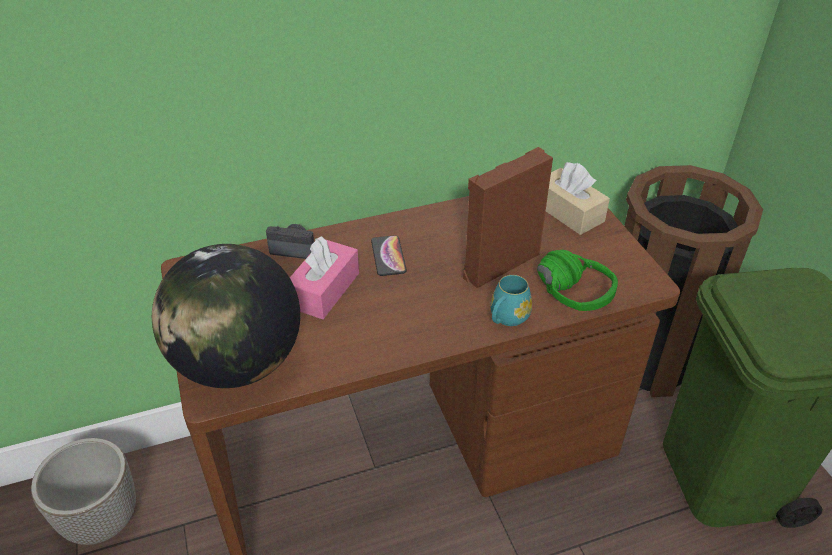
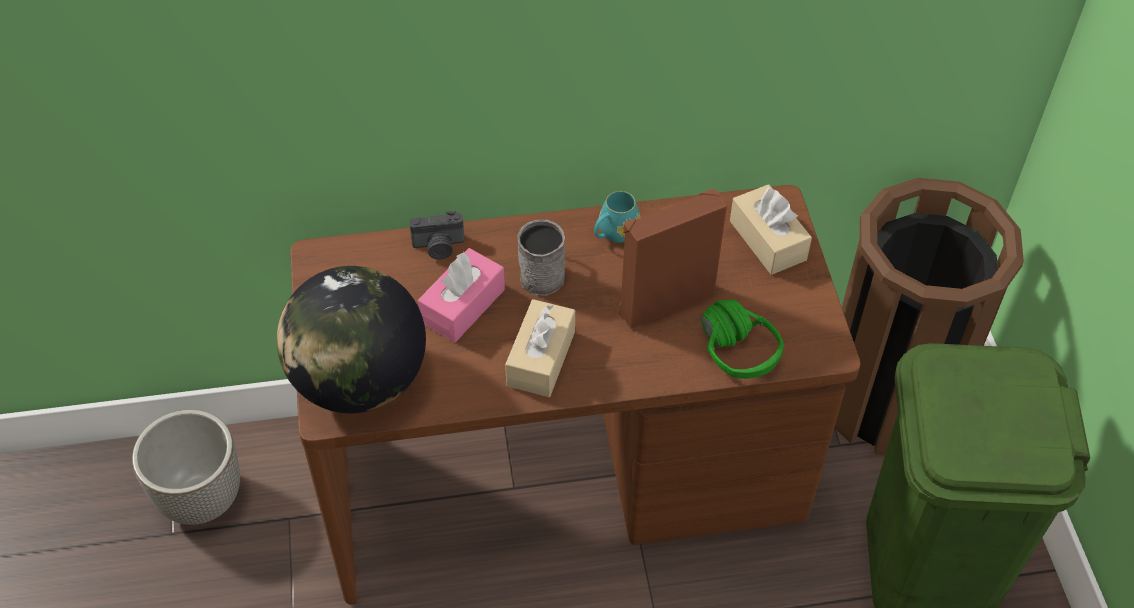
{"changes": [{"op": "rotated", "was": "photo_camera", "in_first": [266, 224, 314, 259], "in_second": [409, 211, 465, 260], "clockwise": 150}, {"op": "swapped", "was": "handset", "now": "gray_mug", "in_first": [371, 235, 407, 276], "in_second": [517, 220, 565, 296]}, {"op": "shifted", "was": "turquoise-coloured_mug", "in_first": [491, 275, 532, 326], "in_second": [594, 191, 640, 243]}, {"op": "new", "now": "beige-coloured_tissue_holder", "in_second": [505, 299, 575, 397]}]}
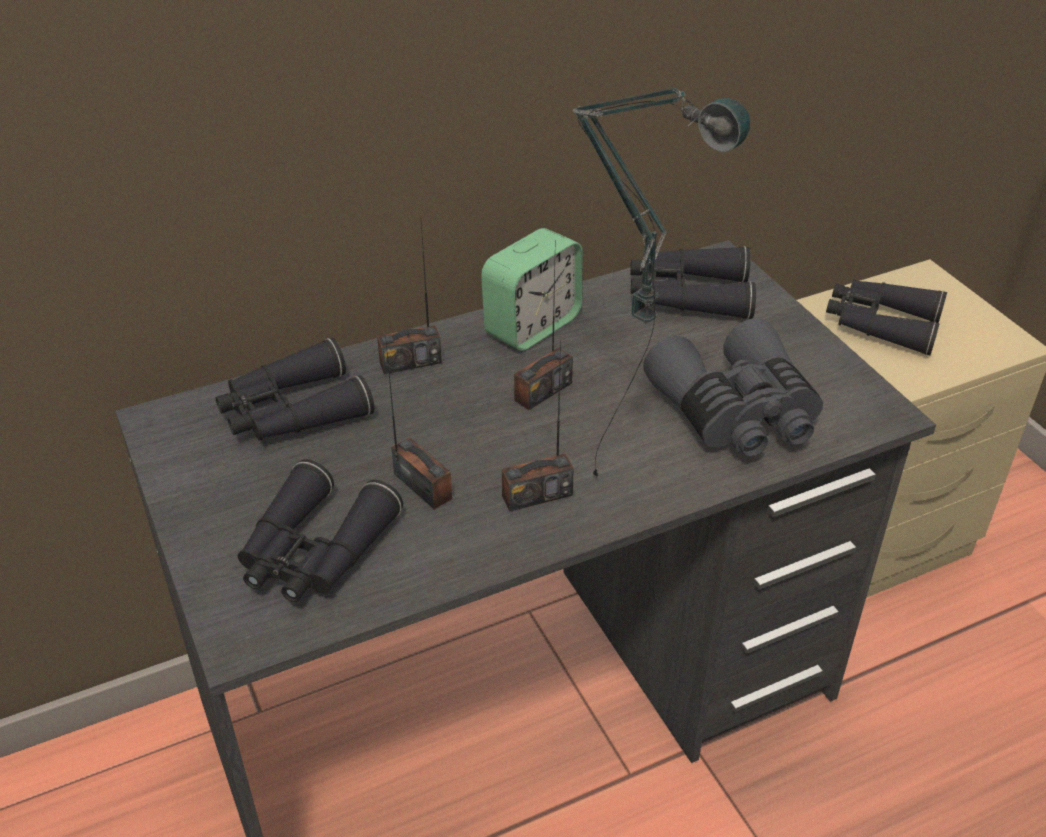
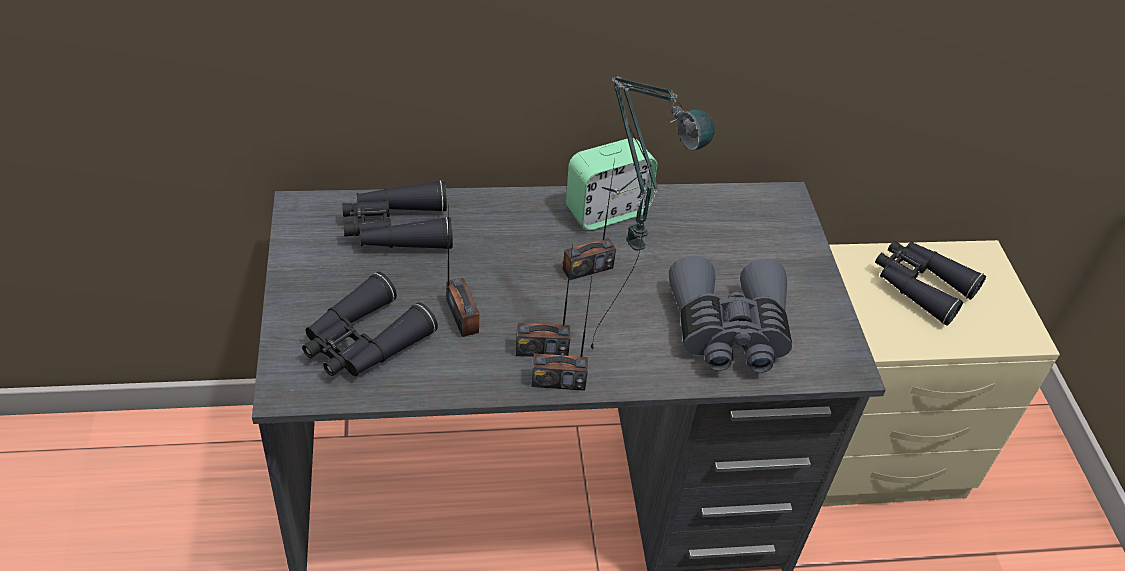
{"changes": [{"op": "shifted", "was": "radio", "in_first": [377, 221, 442, 374], "in_second": [531, 277, 592, 391]}, {"op": "gone", "was": "blackish_field_glasses", "in_first": [630, 246, 756, 320]}]}
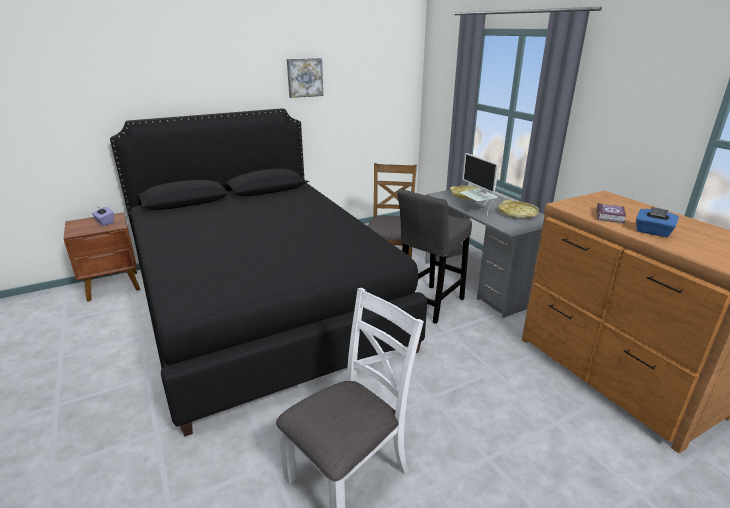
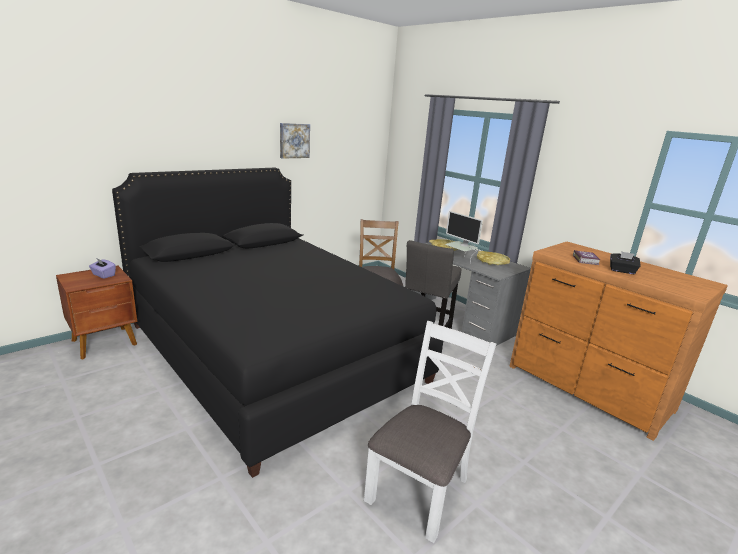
{"changes": [{"op": "repainted", "was": "bluish_tissue_holder", "now": "blackish_tissue_holder", "in_first": [636, 207, 679, 237], "in_second": [610, 252, 641, 274]}]}
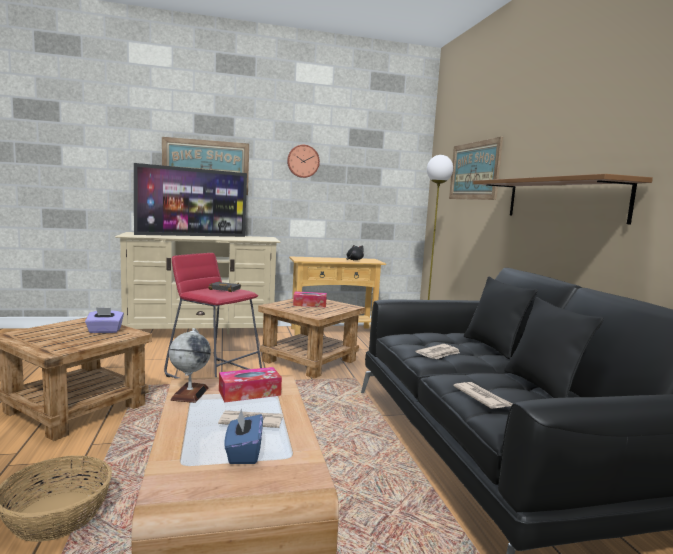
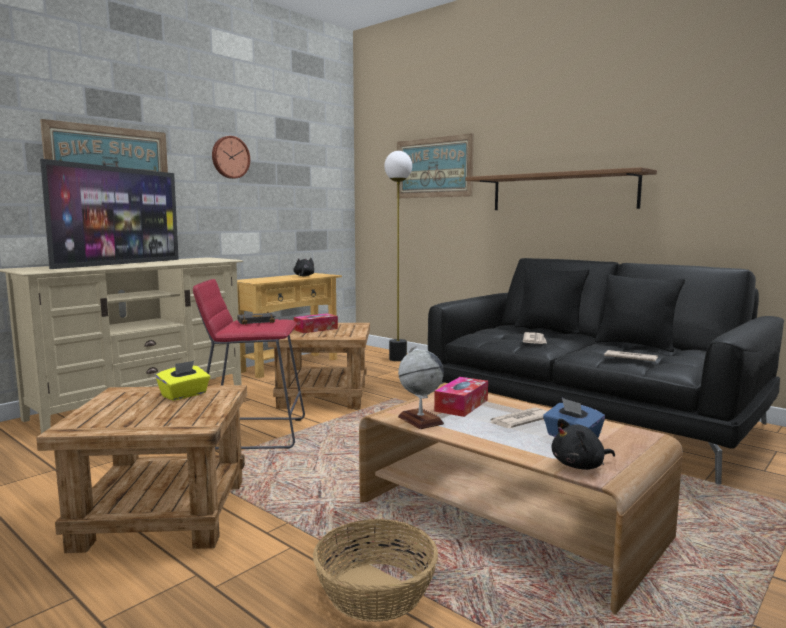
{"changes": [{"op": "repainted", "was": "purple_tissue_holder", "now": "yellow-coloured_tissue_holder", "in_first": [85, 307, 124, 333], "in_second": [156, 361, 210, 401]}, {"op": "new", "now": "blackish_soft_toy", "in_second": [552, 419, 615, 470]}]}
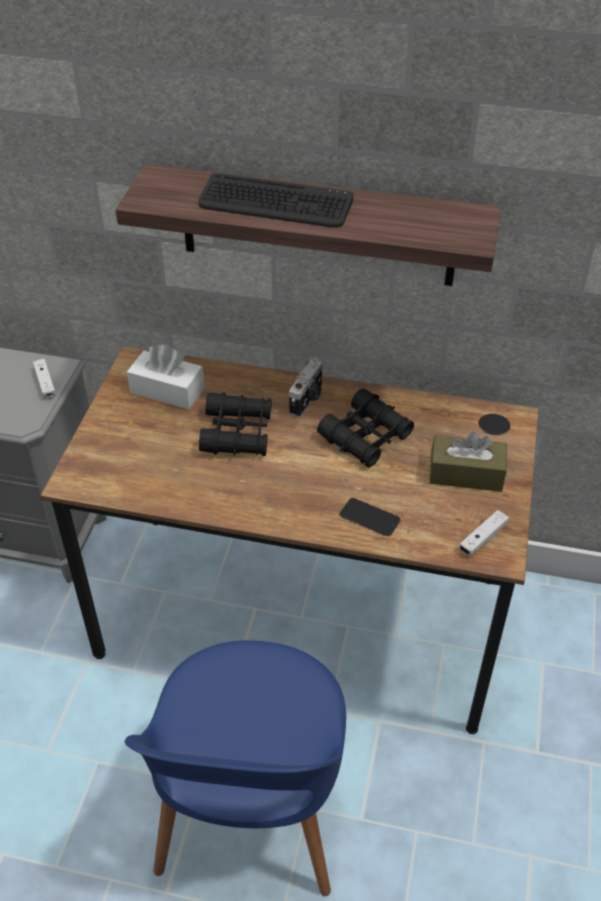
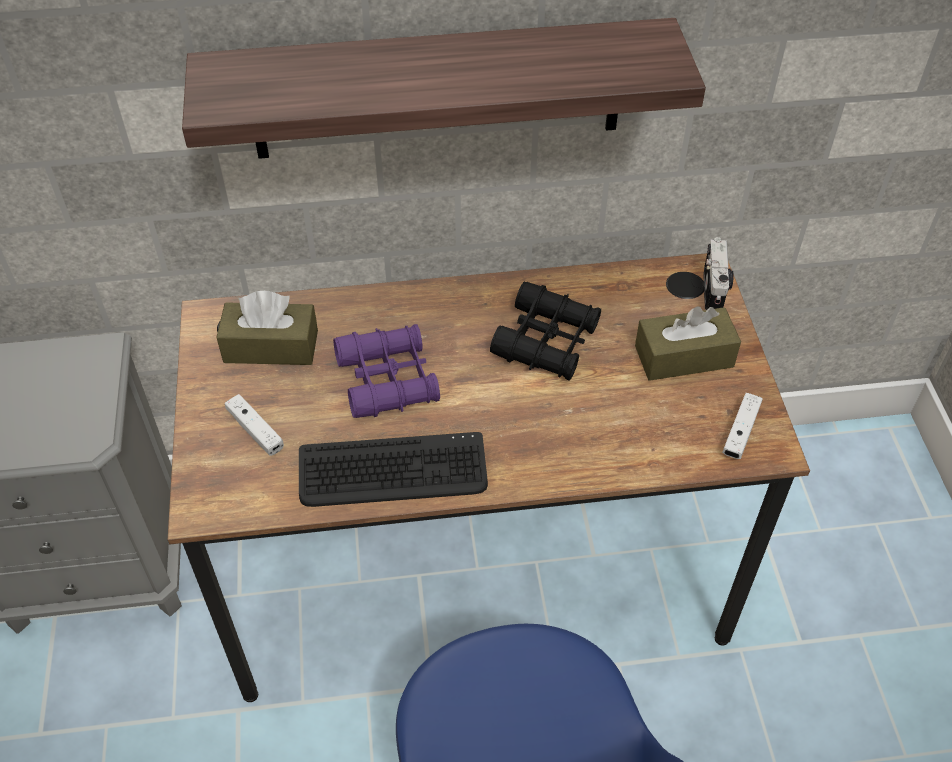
{"changes": [{"op": "shifted", "was": "white-coloured_game_controller", "in_first": [33, 359, 56, 400], "in_second": [225, 394, 284, 456]}, {"op": "repainted", "was": "white-coloured_tissue_holder", "now": "brown_tissue_holder", "in_first": [127, 345, 205, 409], "in_second": [216, 291, 318, 365]}, {"op": "shifted", "was": "keyboard", "in_first": [199, 173, 353, 228], "in_second": [299, 432, 488, 507]}, {"op": "repainted", "was": "blackish_field_glasses", "now": "purple_field_glasses", "in_first": [199, 392, 272, 456], "in_second": [333, 324, 440, 418]}, {"op": "shifted", "was": "photo_camera", "in_first": [289, 358, 322, 418], "in_second": [703, 237, 734, 310]}, {"op": "gone", "was": "handset", "in_first": [340, 498, 401, 536]}]}
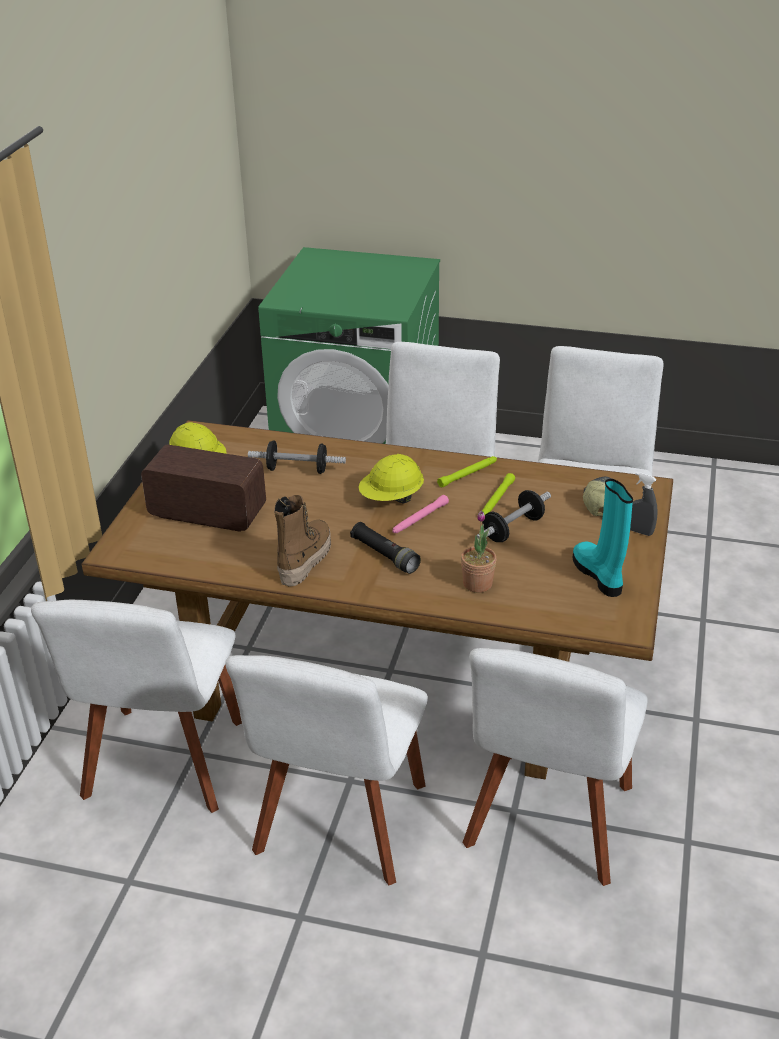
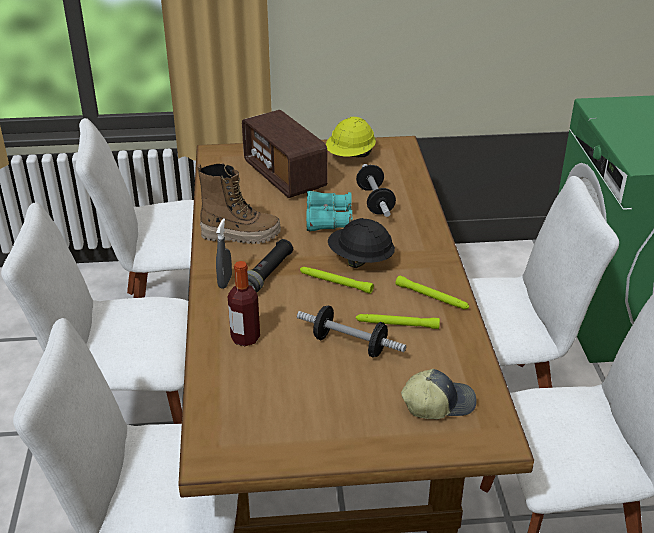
{"changes": [{"op": "rotated", "was": "radio", "in_first": [141, 445, 266, 532], "in_second": [242, 110, 327, 198], "clockwise": 150}, {"op": "repainted", "was": "yellow-coloured_work_helmet", "now": "blackish_work_helmet", "in_first": [358, 454, 424, 504], "in_second": [328, 218, 395, 268]}, {"op": "repainted", "was": "pink-coloured_hand_torch", "now": "green_hand_torch", "in_first": [392, 495, 449, 533], "in_second": [300, 267, 374, 294]}, {"op": "swapped", "was": "potted_plant", "now": "bottle", "in_first": [461, 511, 497, 593], "in_second": [228, 261, 260, 346]}, {"op": "gone", "was": "turquoise-coloured_boot", "in_first": [573, 479, 633, 597]}, {"op": "shifted", "was": "gray_hand_sprayer", "in_first": [630, 472, 658, 536], "in_second": [216, 218, 232, 289]}, {"op": "new", "now": "turquoise-coloured_field_glasses", "in_second": [306, 191, 352, 231]}]}
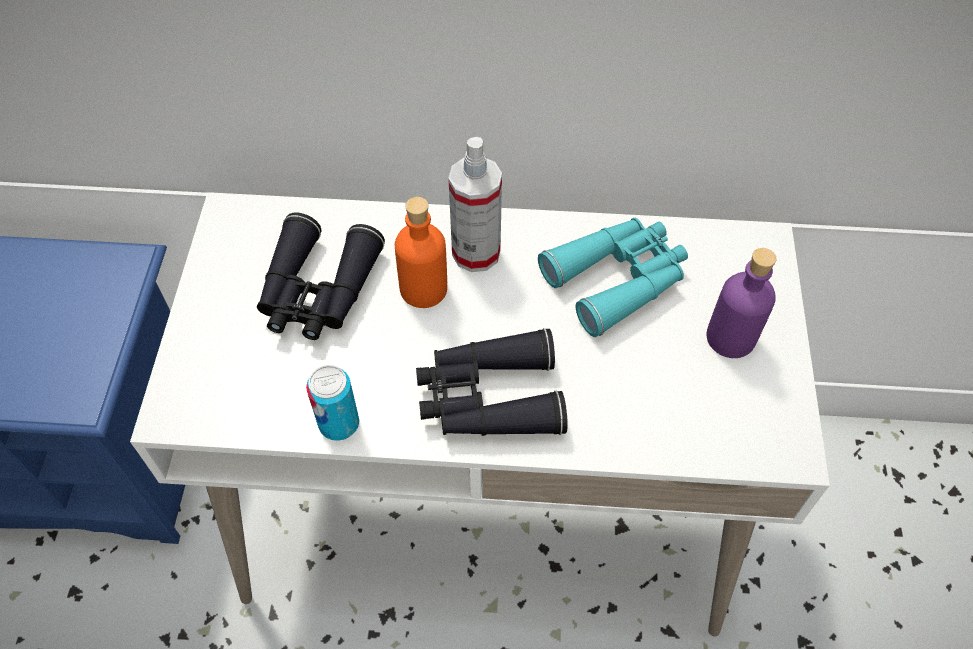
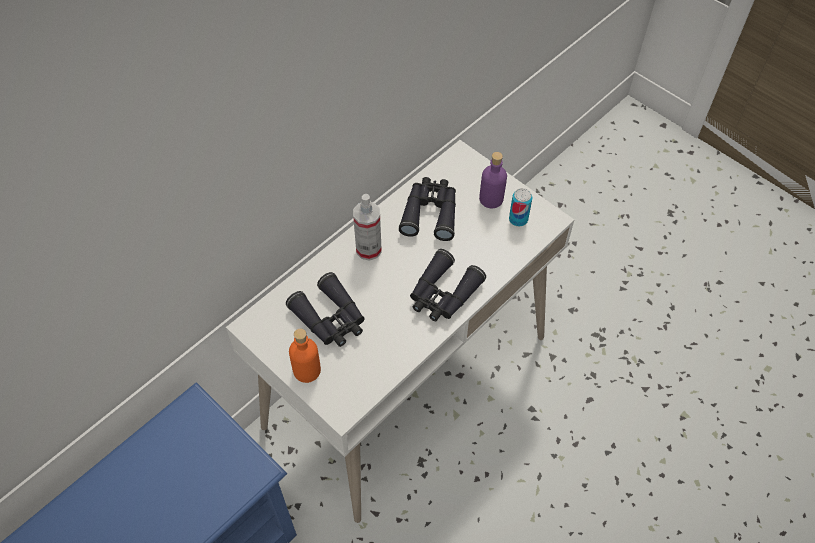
{"changes": [{"op": "shifted", "was": "sealed_can", "in_first": [306, 365, 359, 441], "in_second": [509, 188, 532, 226]}, {"op": "shifted", "was": "orangey_bottle", "in_first": [395, 197, 447, 308], "in_second": [289, 329, 321, 383]}, {"op": "repainted", "was": "turquoise-coloured_field_glasses", "now": "blackish_field_glasses", "in_first": [538, 218, 688, 337], "in_second": [399, 177, 456, 241]}]}
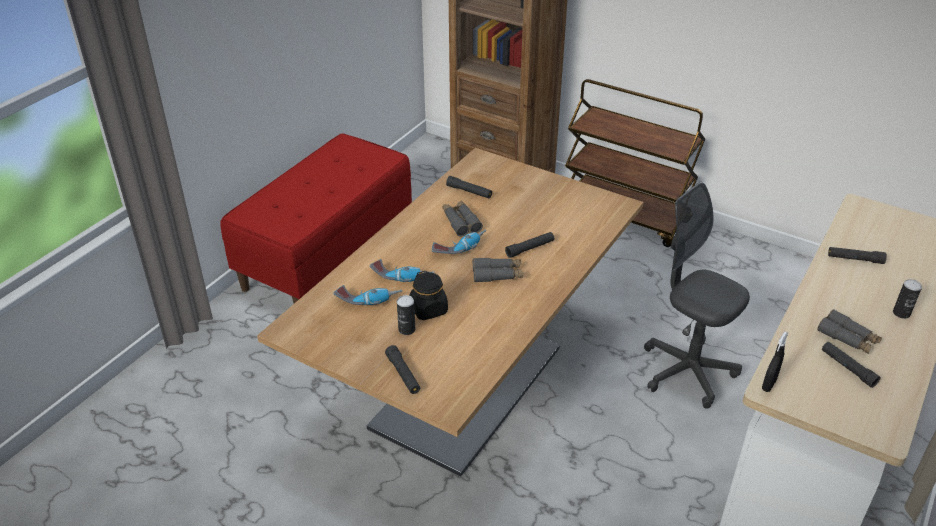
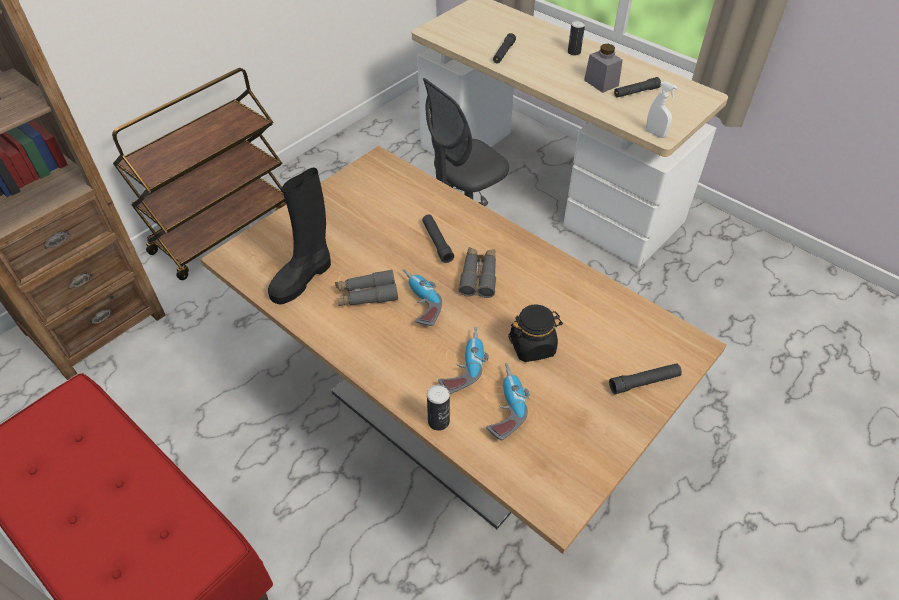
{"changes": [{"op": "shifted", "was": "sealed_can", "in_first": [397, 295, 415, 335], "in_second": [427, 384, 450, 431]}, {"op": "swapped", "was": "blackish_hand_torch", "now": "blackish_boot", "in_first": [446, 176, 492, 198], "in_second": [268, 168, 331, 305]}, {"op": "repainted", "was": "blackish_hand_sprayer", "now": "white-coloured_hand_sprayer", "in_first": [762, 331, 788, 392], "in_second": [646, 81, 678, 138]}, {"op": "swapped", "was": "gray_field_glasses", "now": "gray_jar", "in_first": [817, 309, 882, 354], "in_second": [584, 44, 623, 93]}]}
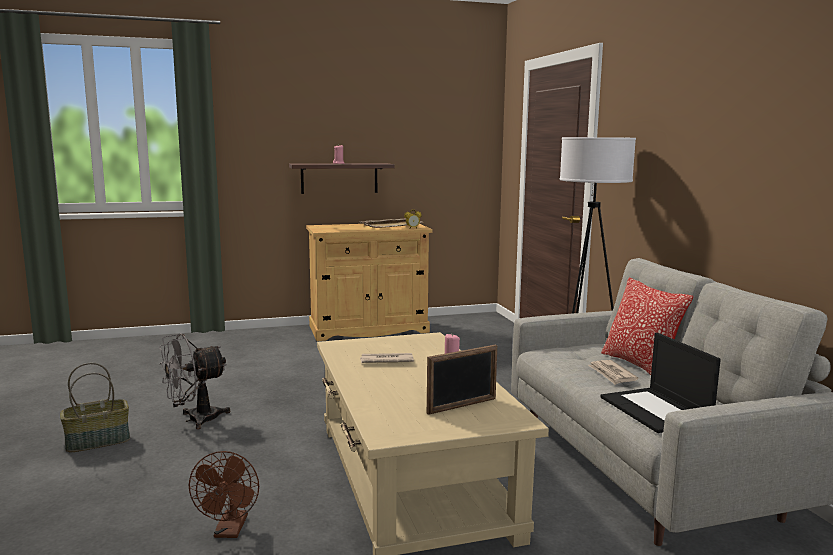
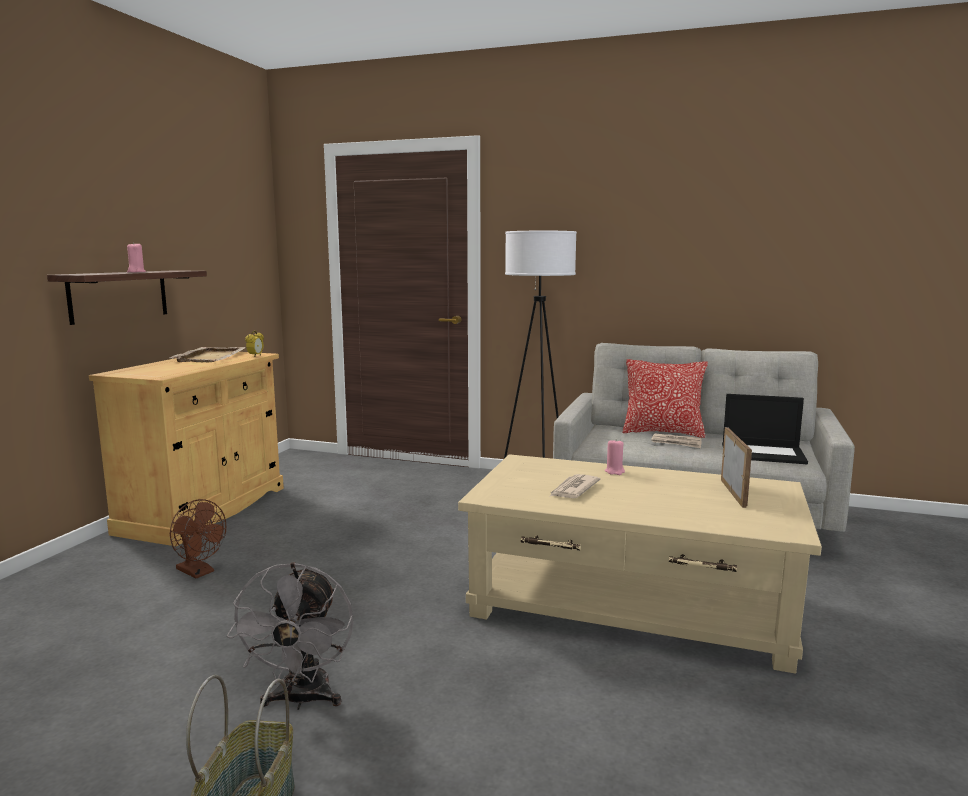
{"changes": [{"op": "shifted", "was": "brown_fan", "in_first": [189, 451, 259, 538], "in_second": [170, 499, 226, 579]}]}
